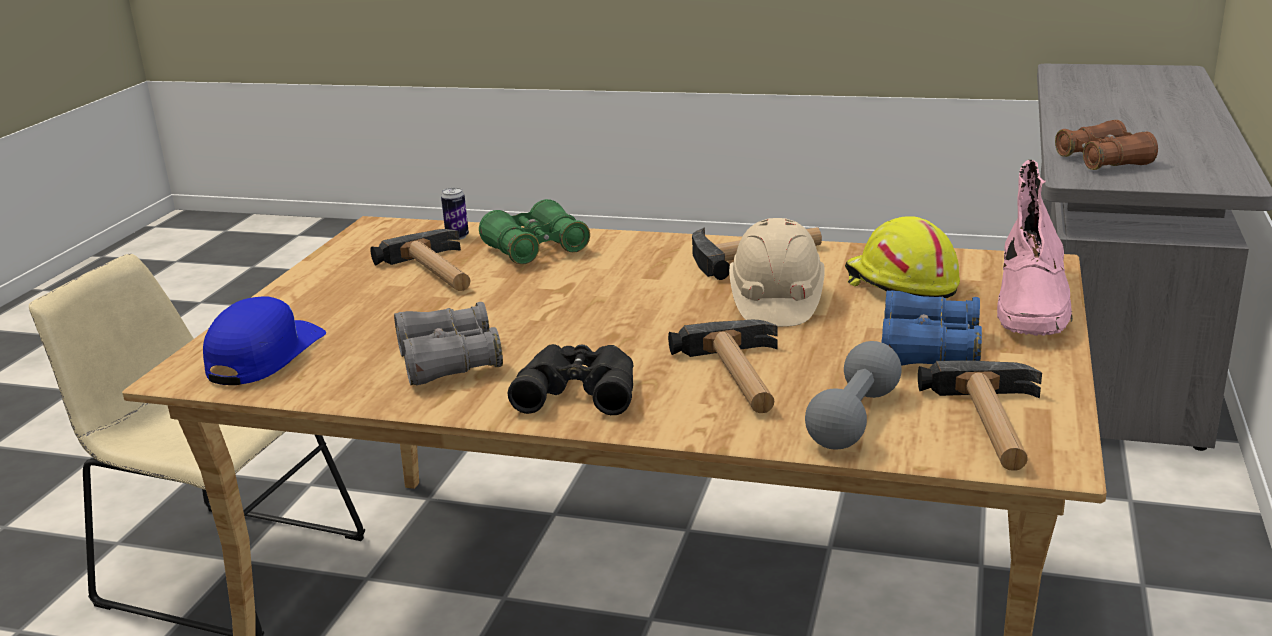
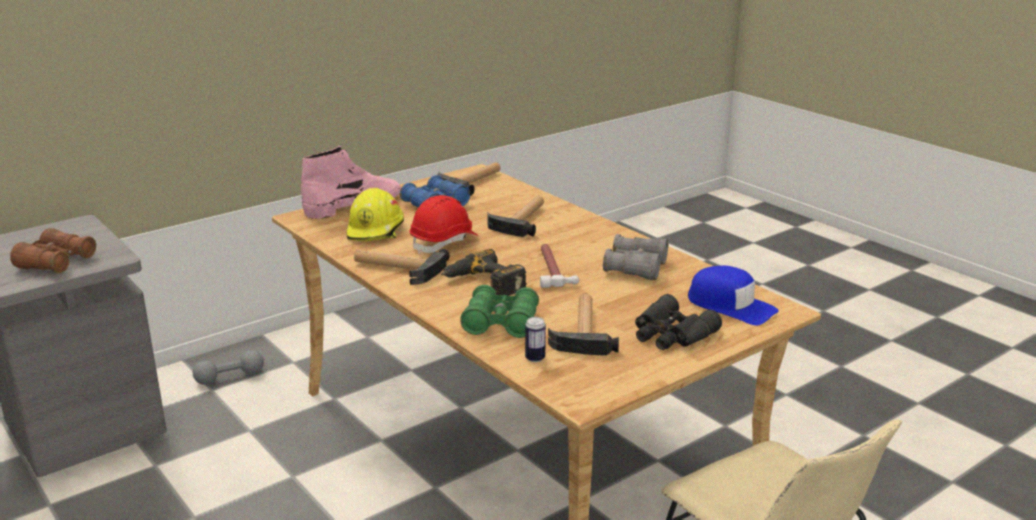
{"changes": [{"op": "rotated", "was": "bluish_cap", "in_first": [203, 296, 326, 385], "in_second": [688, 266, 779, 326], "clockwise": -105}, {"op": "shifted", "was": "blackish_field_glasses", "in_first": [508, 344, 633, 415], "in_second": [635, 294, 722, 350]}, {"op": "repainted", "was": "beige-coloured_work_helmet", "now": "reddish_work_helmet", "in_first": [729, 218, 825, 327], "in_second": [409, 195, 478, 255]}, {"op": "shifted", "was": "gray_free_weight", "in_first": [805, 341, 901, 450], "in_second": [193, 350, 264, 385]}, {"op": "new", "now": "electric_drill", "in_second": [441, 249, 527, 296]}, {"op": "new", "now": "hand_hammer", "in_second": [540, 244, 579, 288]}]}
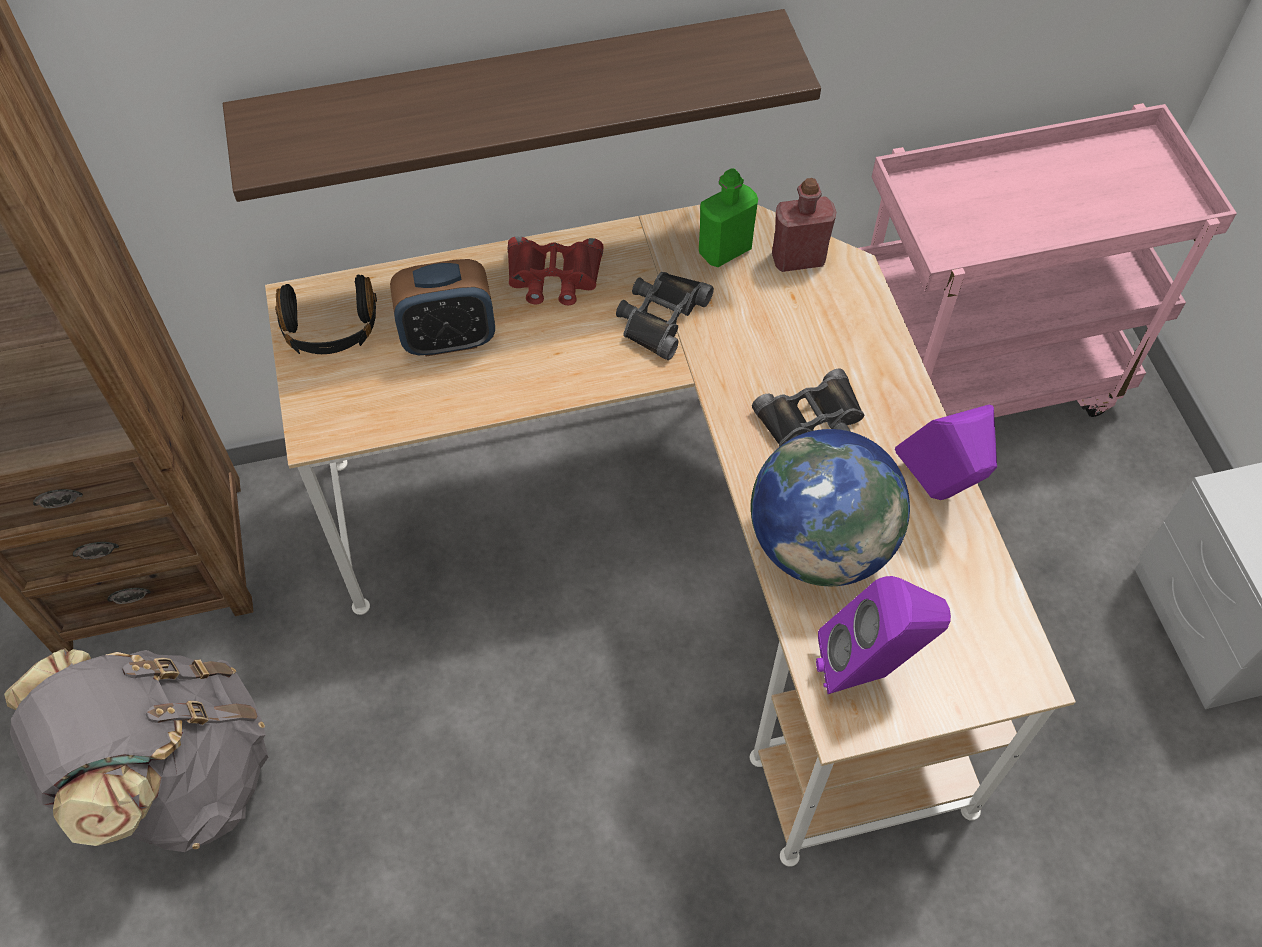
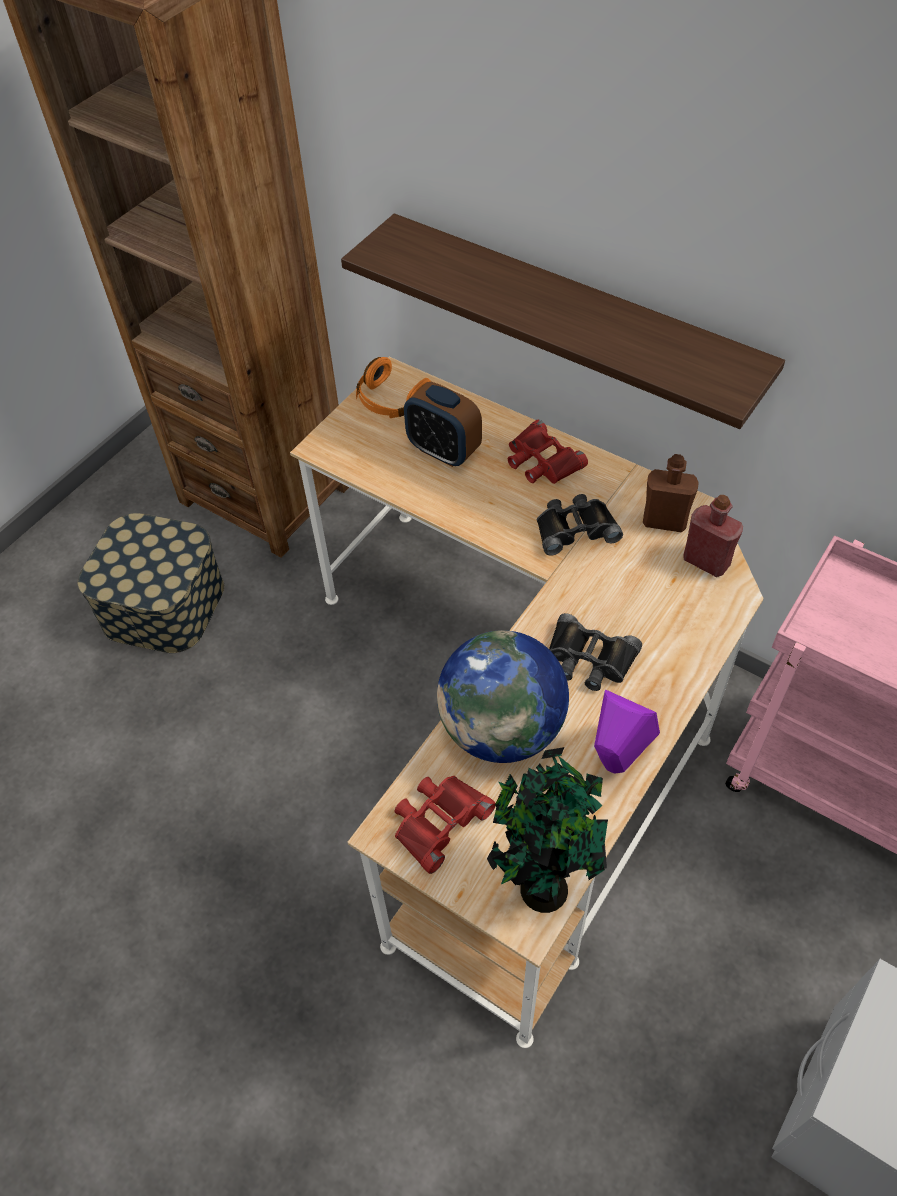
{"changes": [{"op": "swapped", "was": "gray_rucksack", "now": "storage_container", "in_first": [4, 648, 268, 852], "in_second": [78, 513, 224, 653]}, {"op": "repainted", "was": "blackish_headset", "now": "orangey_headset", "in_first": [275, 274, 377, 354], "in_second": [356, 357, 431, 418]}, {"op": "repainted", "was": "green_bottle", "now": "brown_bottle", "in_first": [699, 168, 758, 267], "in_second": [643, 454, 699, 533]}, {"op": "swapped", "was": "purple_loudspeaker", "now": "reddish_field_glasses", "in_first": [816, 576, 951, 694], "in_second": [395, 776, 496, 874]}, {"op": "new", "now": "potted_plant", "in_second": [487, 747, 608, 913]}]}
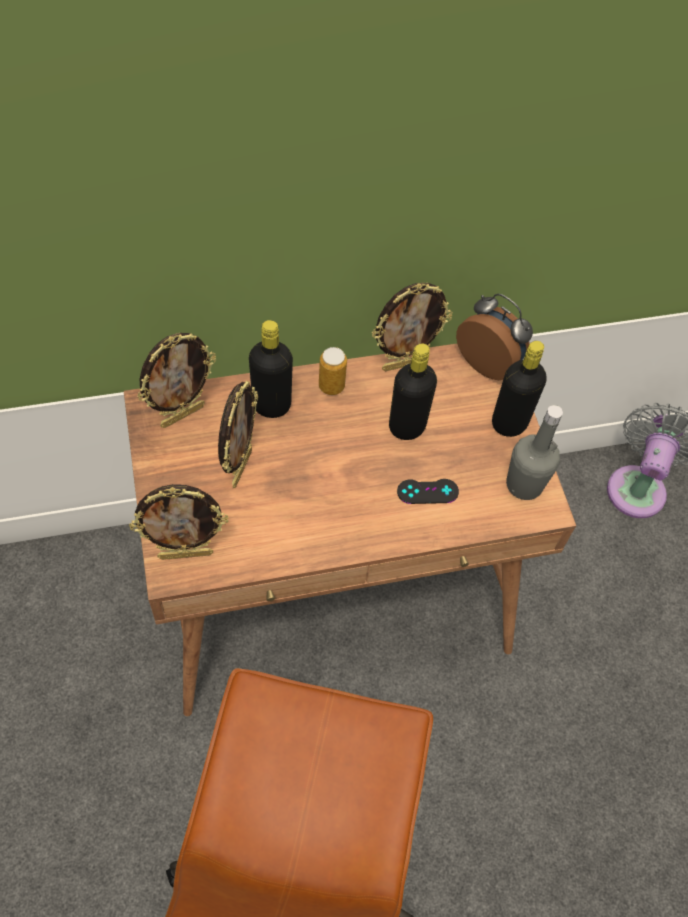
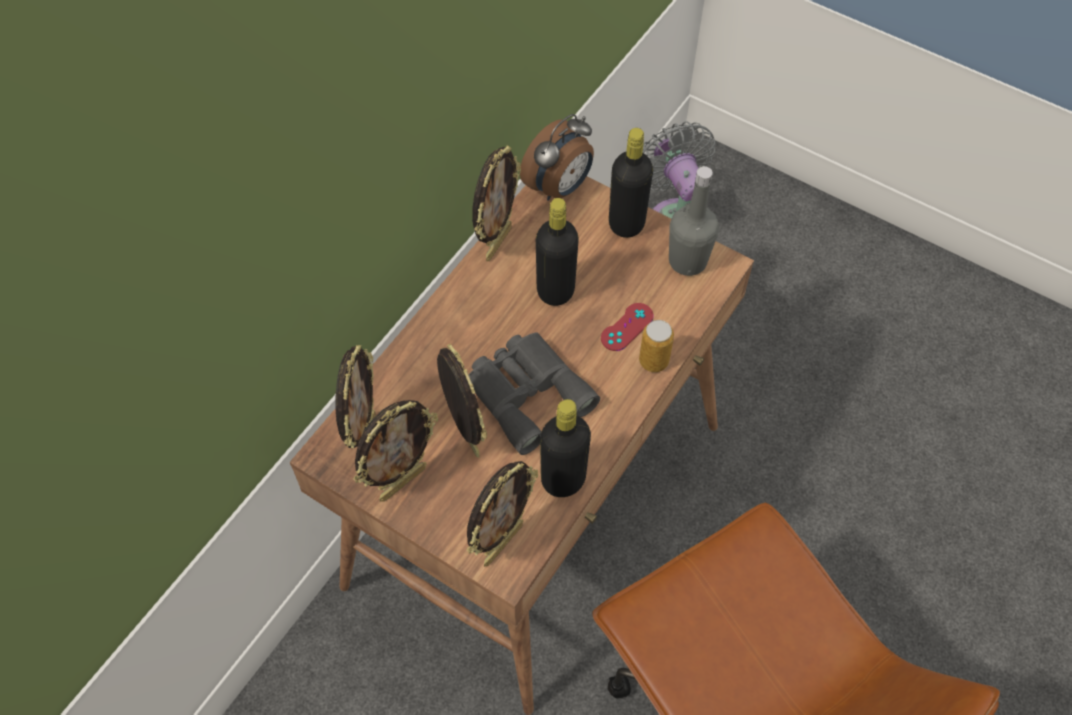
{"changes": [{"op": "shifted", "was": "blackish_bottle", "in_first": [249, 320, 293, 418], "in_second": [540, 399, 591, 497]}, {"op": "shifted", "was": "sealed_can", "in_first": [319, 347, 347, 395], "in_second": [639, 320, 674, 372]}, {"op": "repainted", "was": "blackish_game_controller", "now": "reddish_game_controller", "in_first": [397, 479, 459, 504], "in_second": [601, 303, 654, 351]}, {"op": "rotated", "was": "bedside_clock", "in_first": [456, 294, 533, 380], "in_second": [520, 114, 594, 201], "clockwise": 135}, {"op": "new", "now": "photo_frame", "in_second": [354, 400, 438, 502]}, {"op": "new", "now": "gray_field_glasses", "in_second": [469, 332, 600, 455]}]}
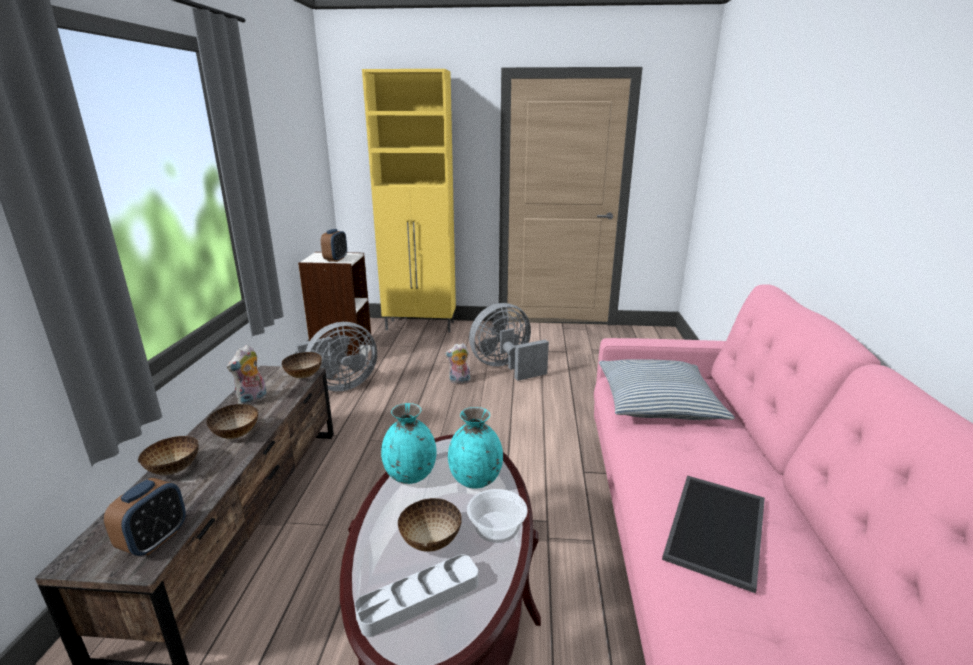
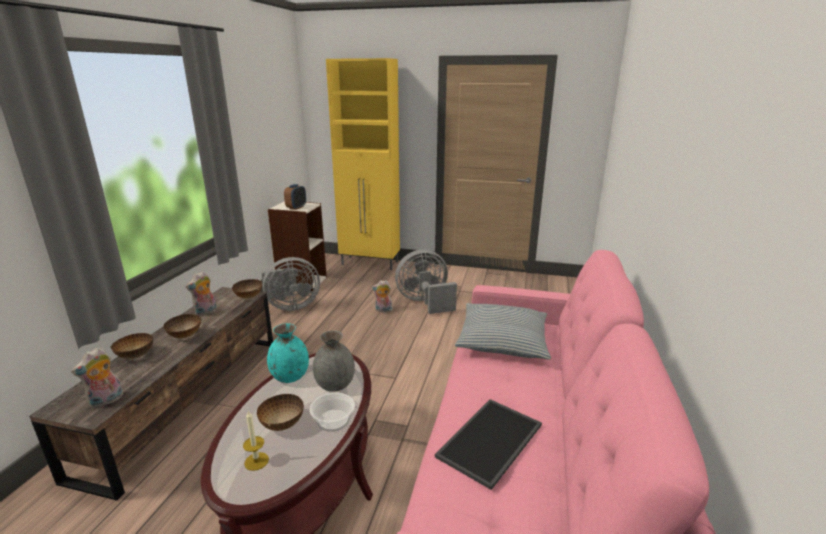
{"changes": [{"op": "swapped", "was": "bedside_clock", "now": "soft_toy", "in_first": [104, 478, 186, 556], "in_second": [71, 347, 123, 409]}, {"op": "swapped", "was": "gray_serving_tray", "now": "wax_light", "in_first": [355, 554, 478, 637], "in_second": [243, 411, 269, 471]}, {"op": "repainted", "was": "turquoise-coloured_flower_vase", "now": "gray_flower_vase", "in_first": [448, 407, 503, 489], "in_second": [313, 330, 355, 392]}]}
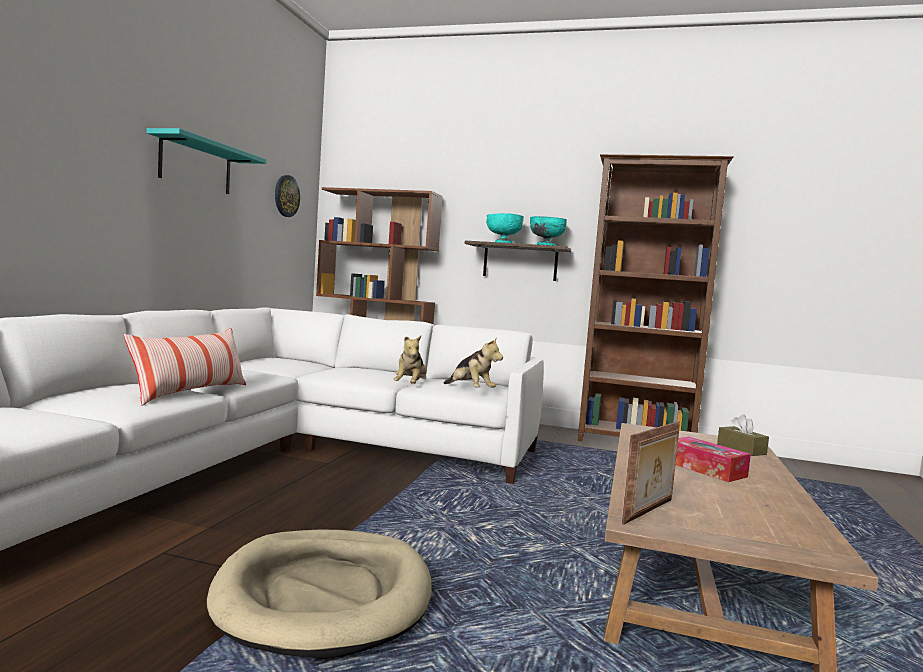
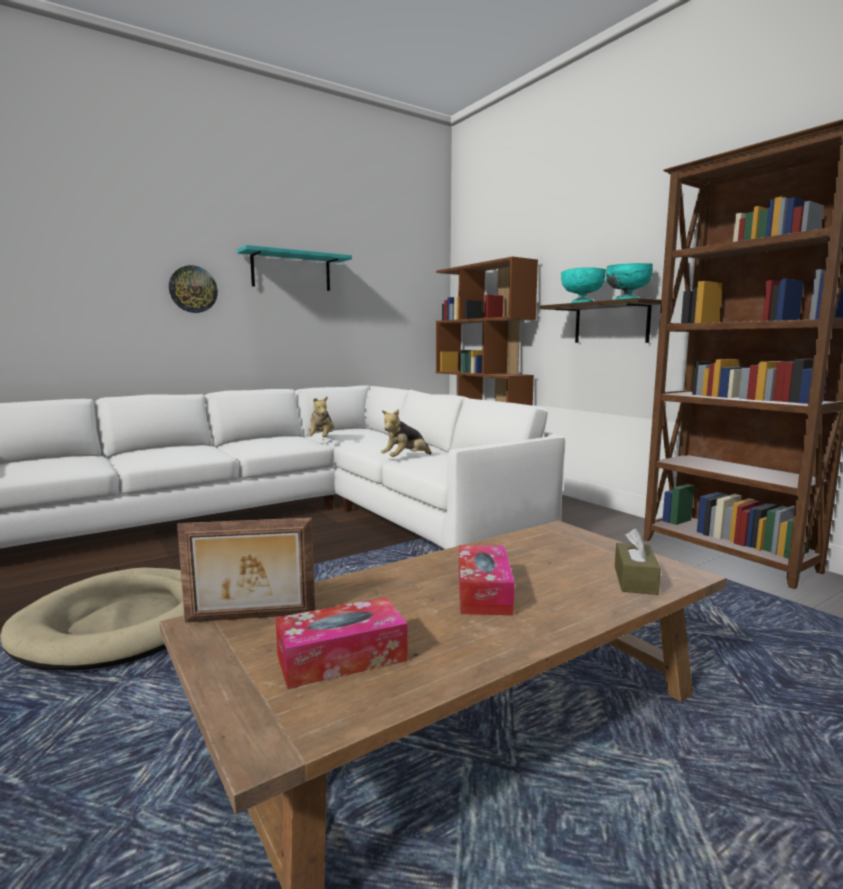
{"changes": [{"op": "gone", "was": "pillow", "in_first": [124, 328, 246, 406]}, {"op": "shifted", "was": "wall_clock", "in_first": [275, 175, 300, 217], "in_second": [169, 265, 218, 313]}, {"op": "shifted", "was": "soft_toy", "in_first": [444, 339, 503, 388], "in_second": [308, 396, 335, 437]}, {"op": "new", "now": "tissue_holder", "in_second": [275, 597, 408, 689]}]}
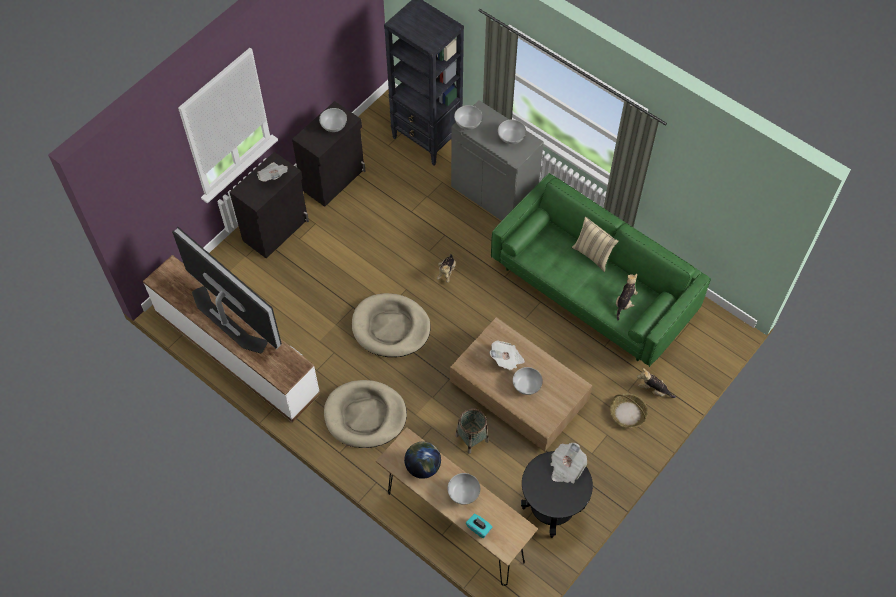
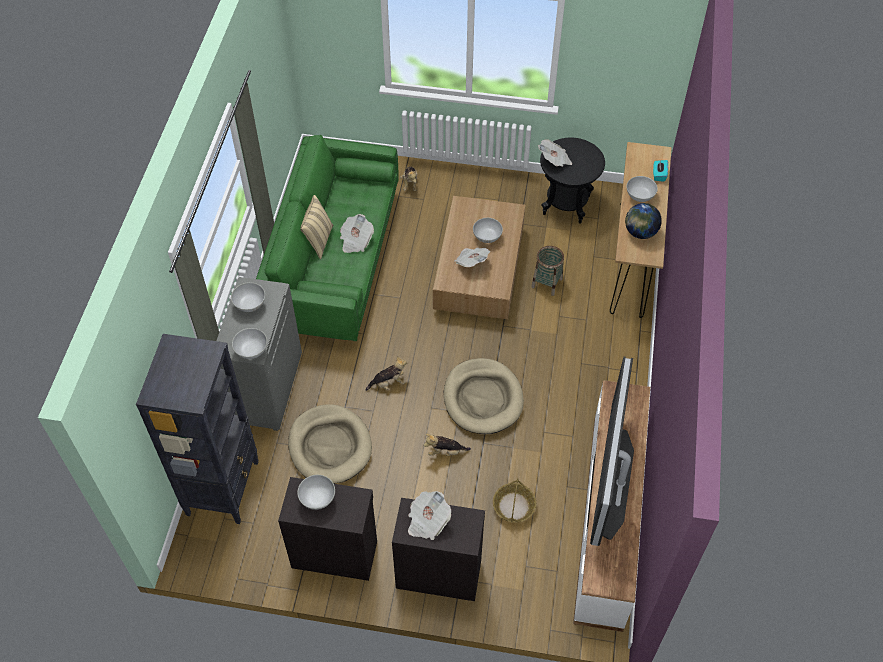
{"changes": [{"op": "shifted", "was": "beige-coloured_pet_bed", "in_first": [324, 380, 407, 448], "in_second": [288, 404, 372, 484]}, {"op": "shifted", "was": "household_basket", "in_first": [610, 393, 648, 428], "in_second": [493, 478, 536, 523]}, {"op": "shifted", "was": "soft_toy", "in_first": [616, 274, 638, 320], "in_second": [423, 434, 471, 456]}, {"op": "new", "now": "printed_paper", "in_second": [340, 214, 374, 253]}]}
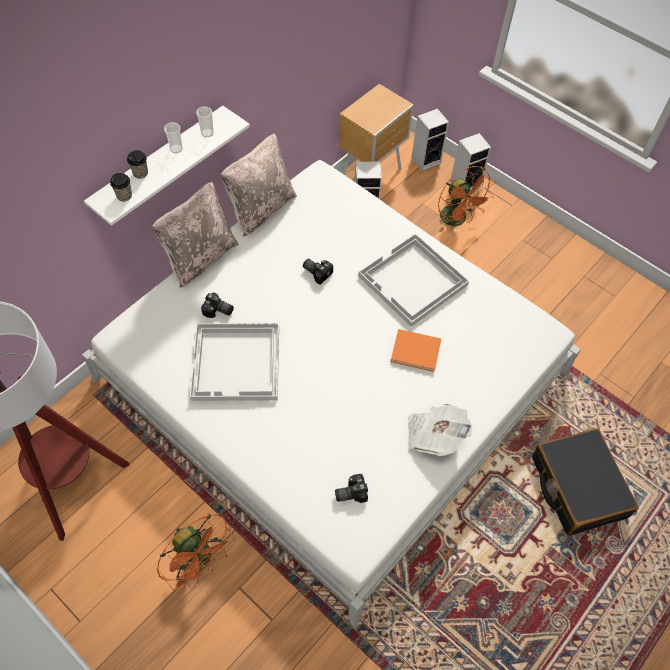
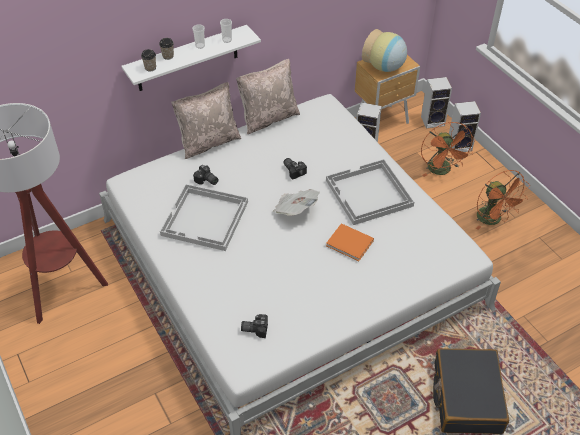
{"changes": [{"op": "shifted", "was": "orangey_fan", "in_first": [157, 514, 235, 590], "in_second": [475, 170, 530, 230]}, {"op": "shifted", "was": "printed_paper", "in_first": [408, 404, 472, 456], "in_second": [273, 189, 320, 216]}, {"op": "new", "now": "flower_vase", "in_second": [362, 29, 407, 72]}]}
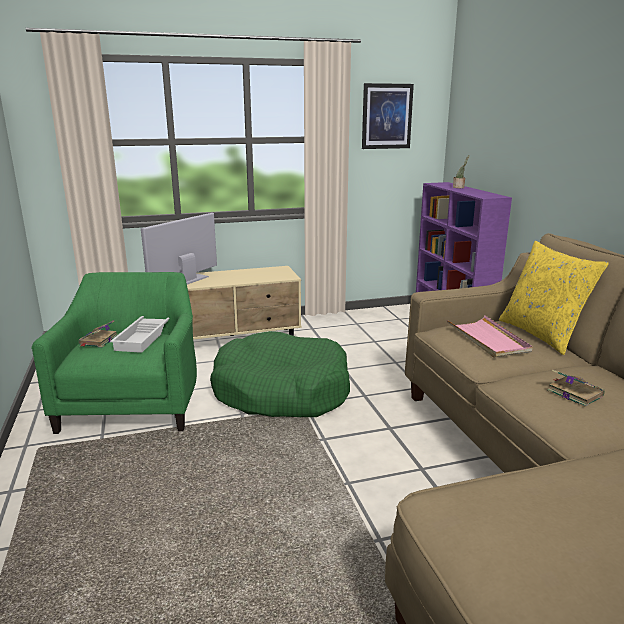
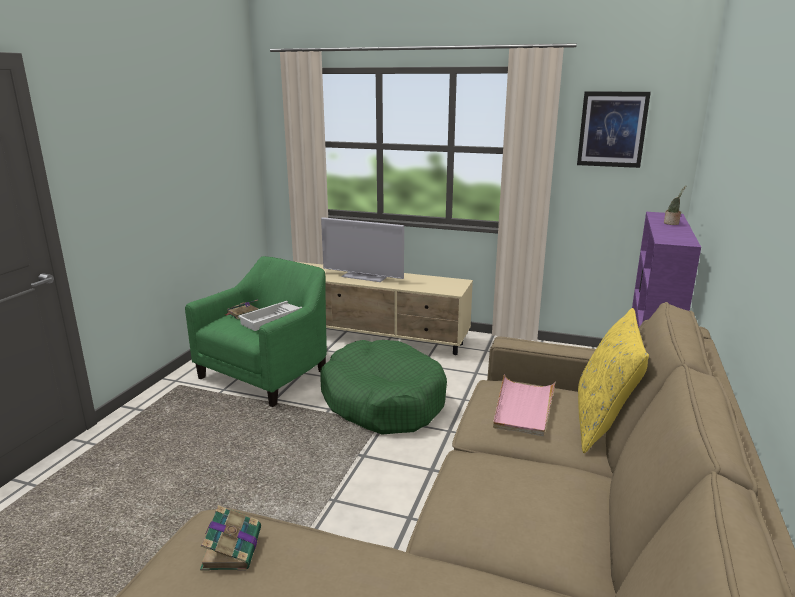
{"changes": [{"op": "rotated", "was": "TV_set", "in_first": [141, 213, 217, 284], "in_second": [321, 217, 404, 282], "clockwise": -135}, {"op": "shifted", "was": "book", "in_first": [547, 369, 605, 407], "in_second": [200, 505, 261, 571]}]}
